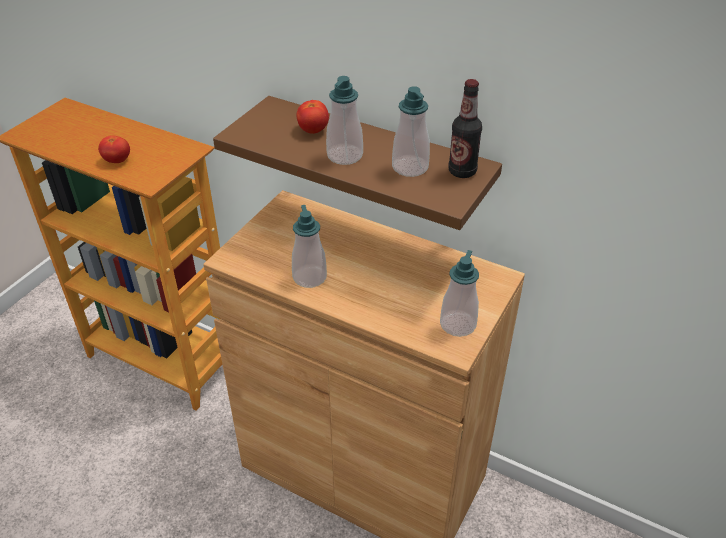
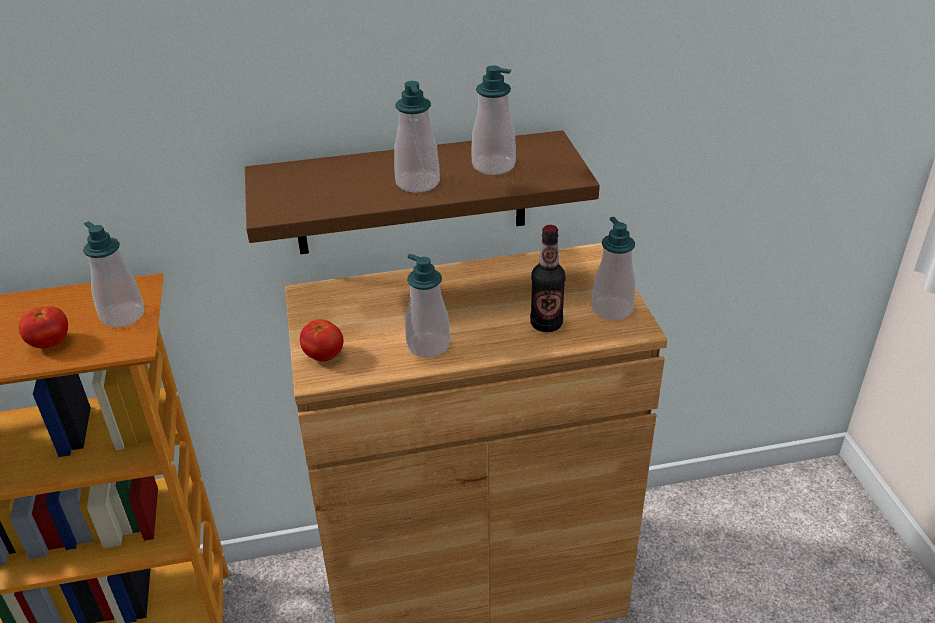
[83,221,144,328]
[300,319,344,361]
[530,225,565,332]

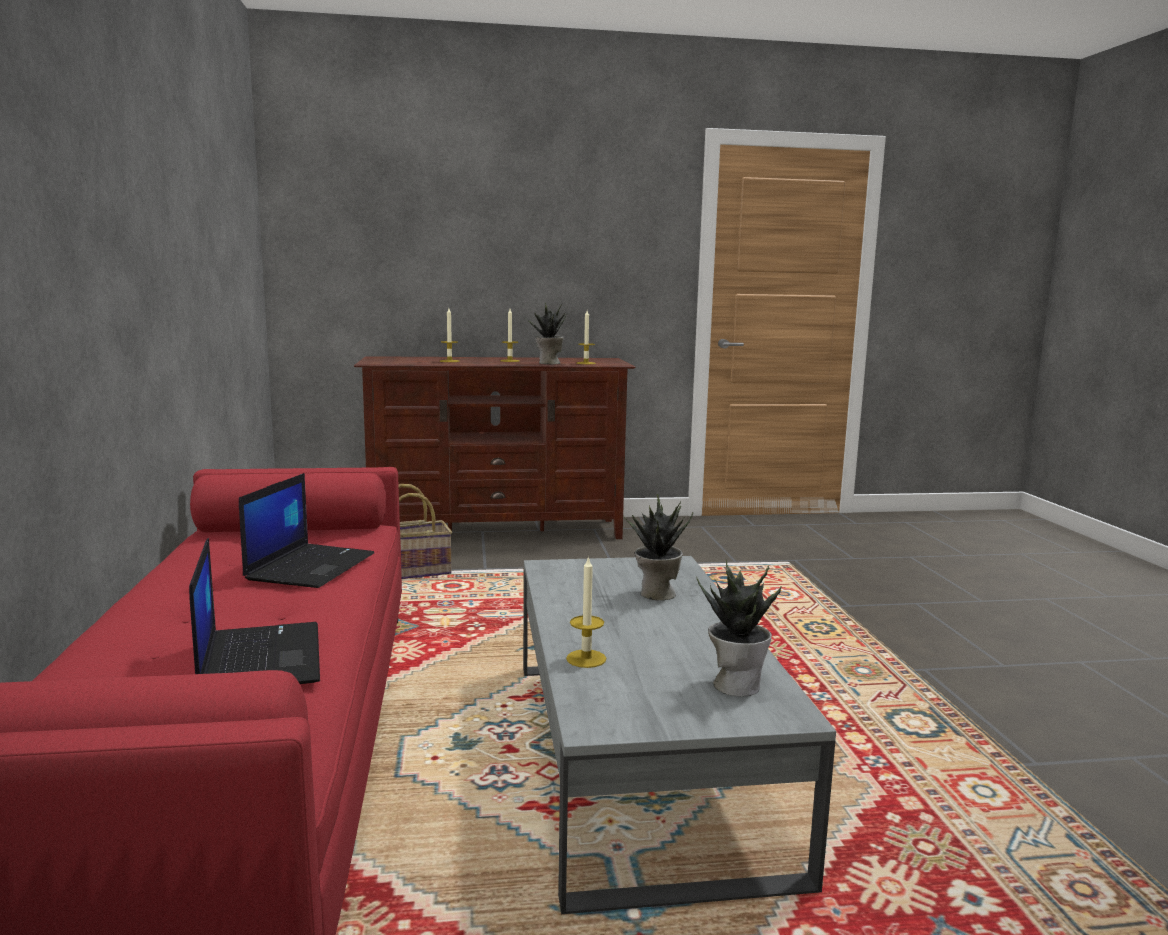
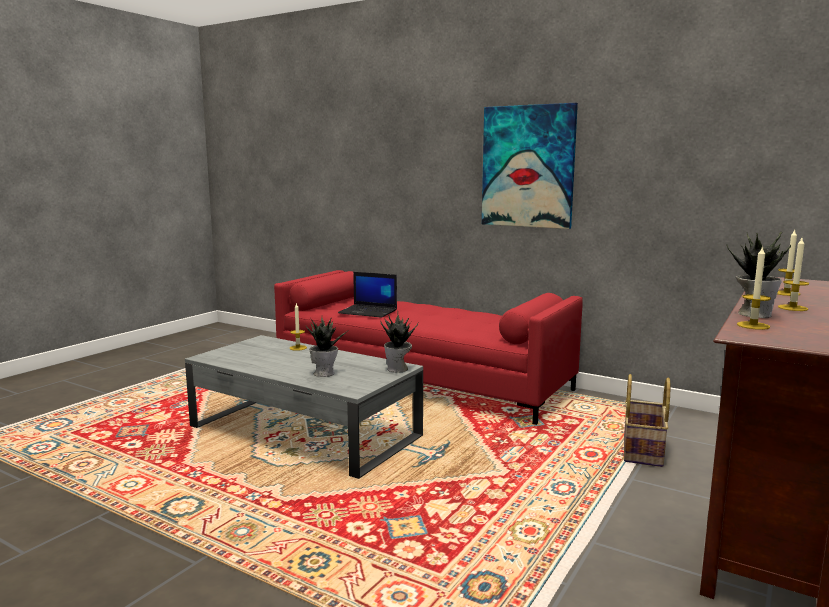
[239,473,374,588] (first image)
[482,103,578,229]
[380,314,419,373]

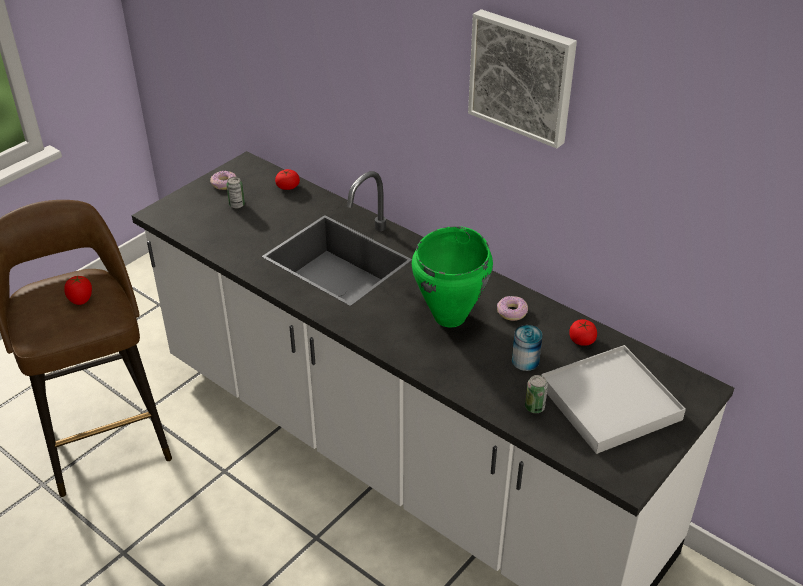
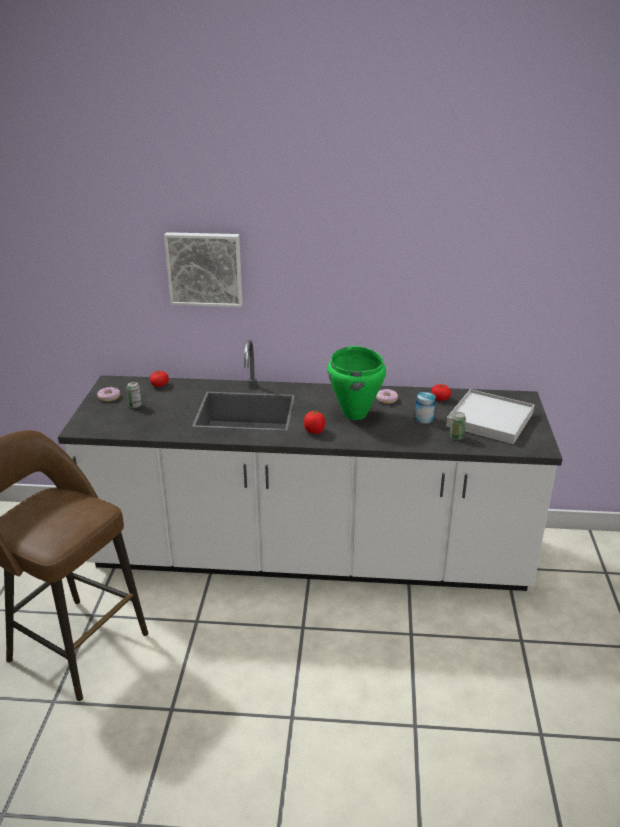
[304,411,325,434]
[164,232,243,307]

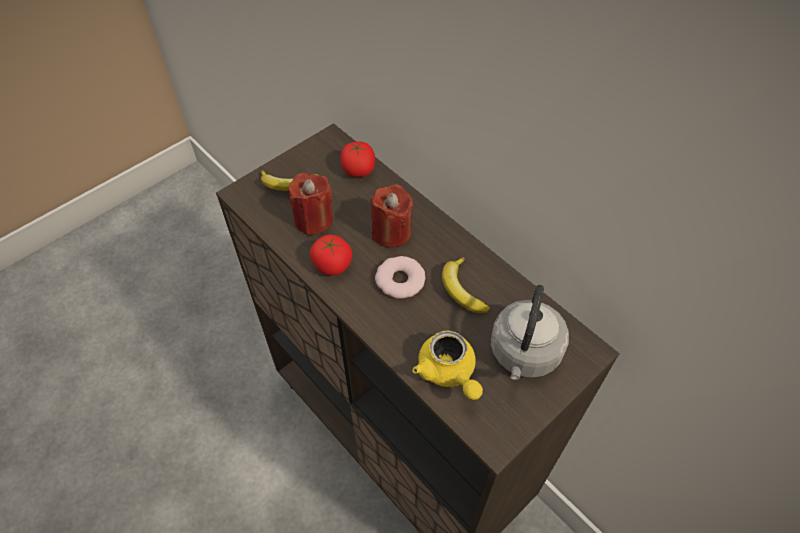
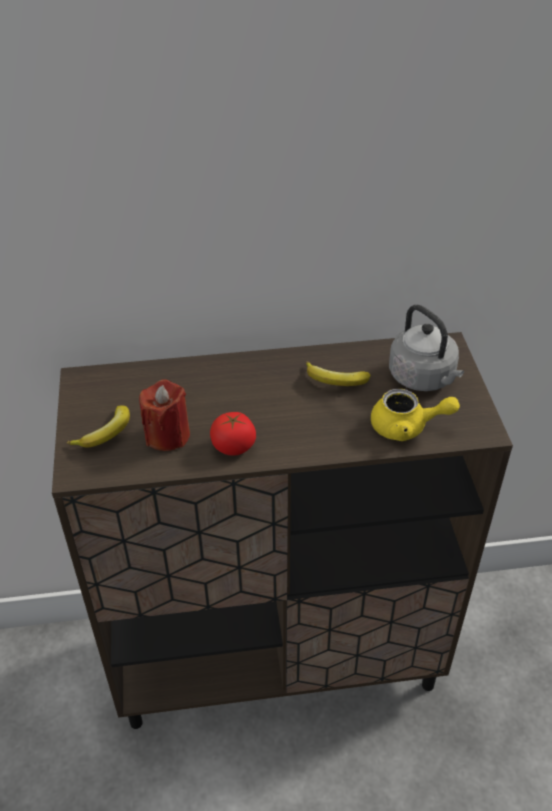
[340,141,375,177] (first image)
[371,184,413,248] (first image)
[375,256,425,299] (first image)

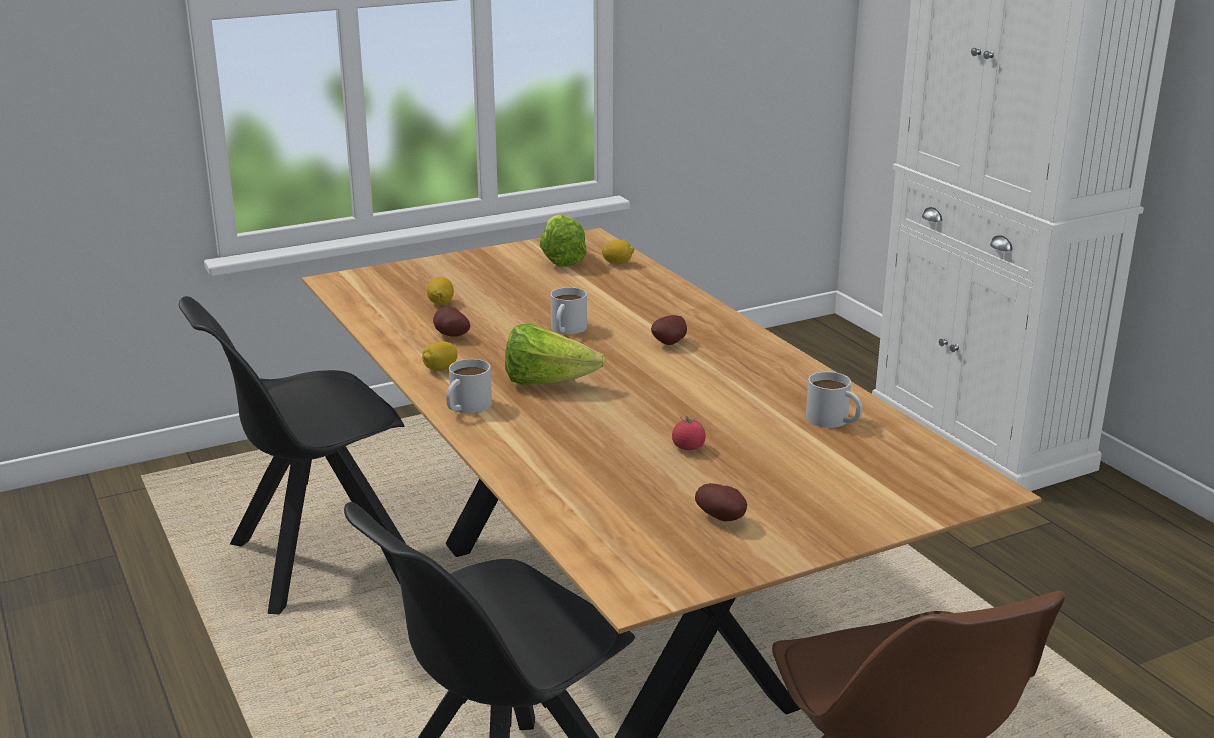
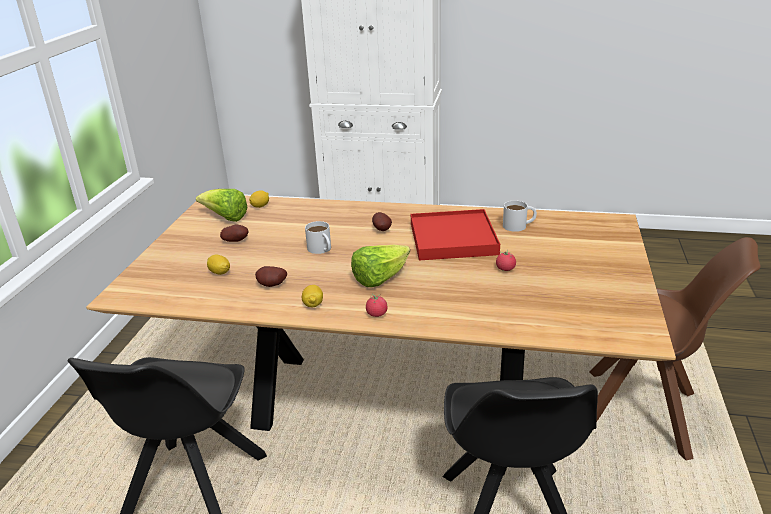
[411,209,500,260]
[220,224,248,242]
[366,293,388,317]

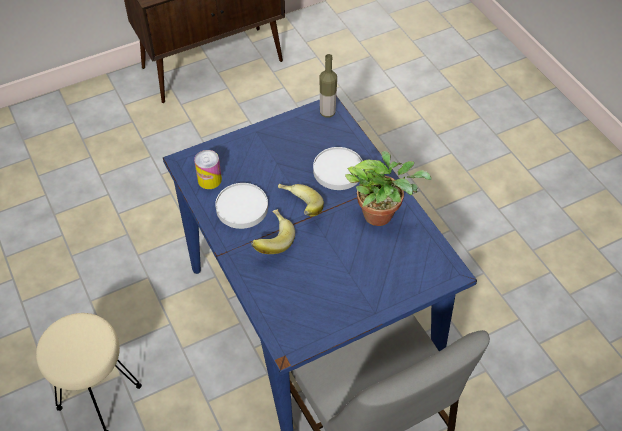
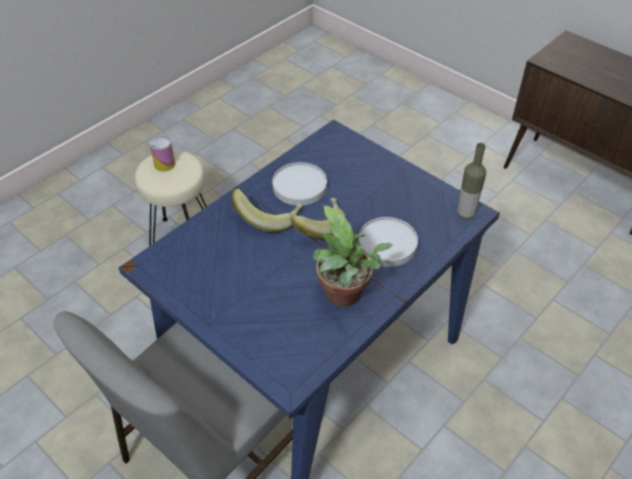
[150,136,175,171]

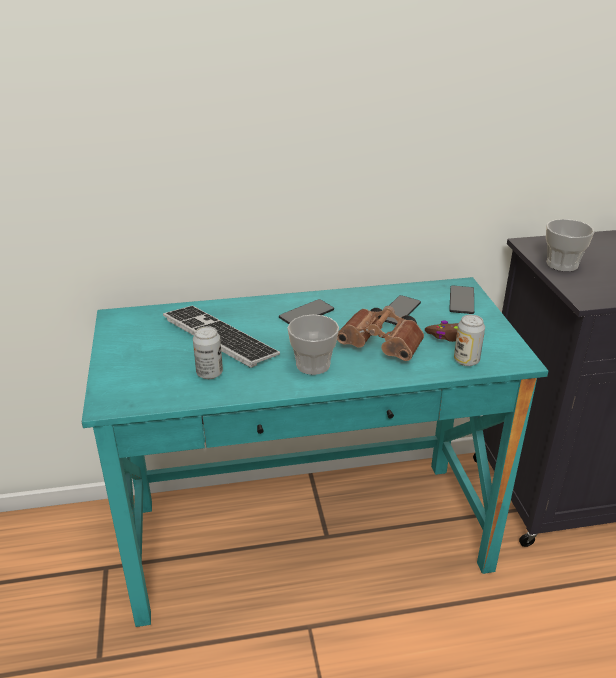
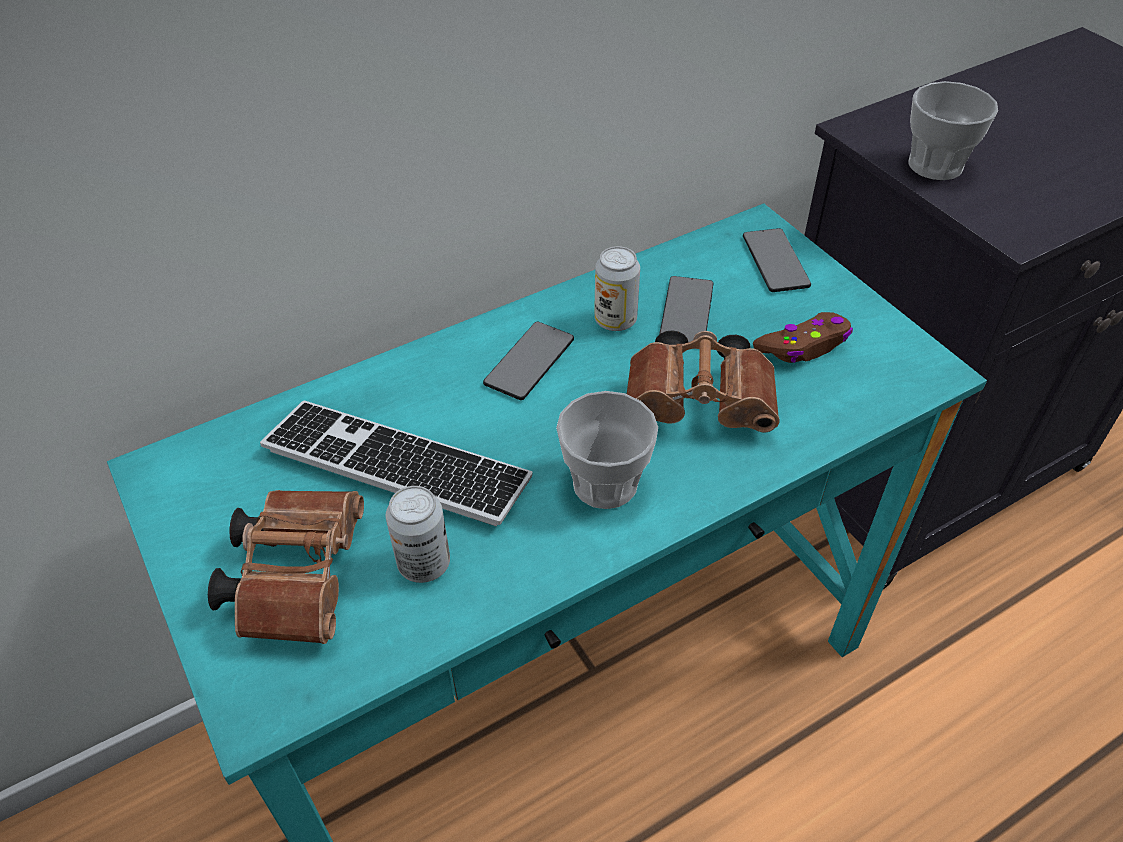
[208,490,364,644]
[594,246,640,331]

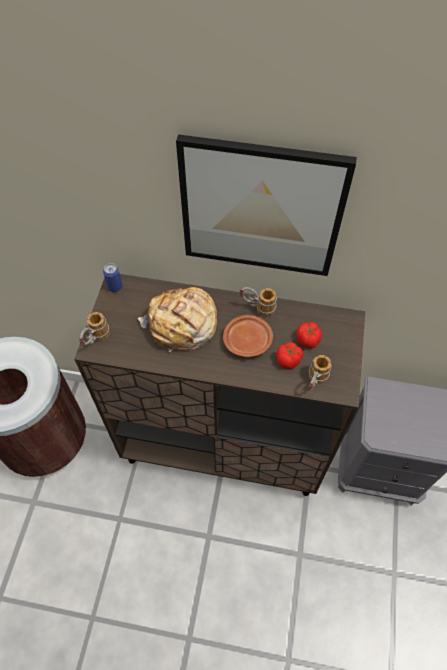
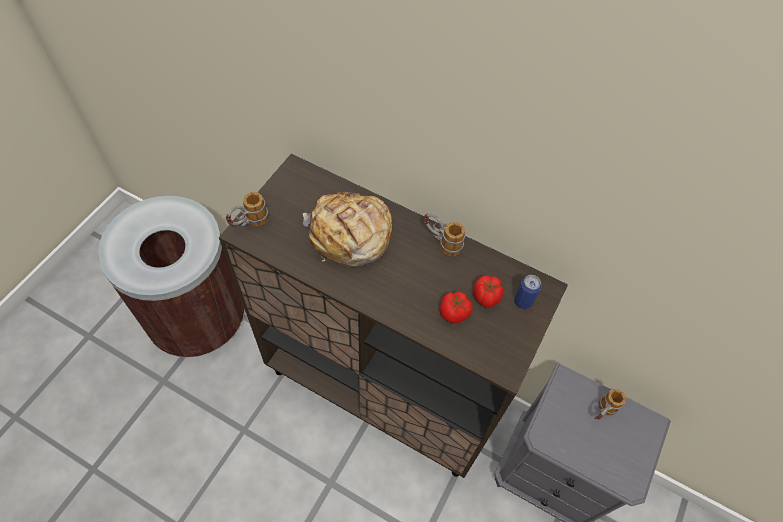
[176,134,357,276] (first image)
[223,315,273,357] (first image)
[514,275,541,309]
[594,389,626,420]

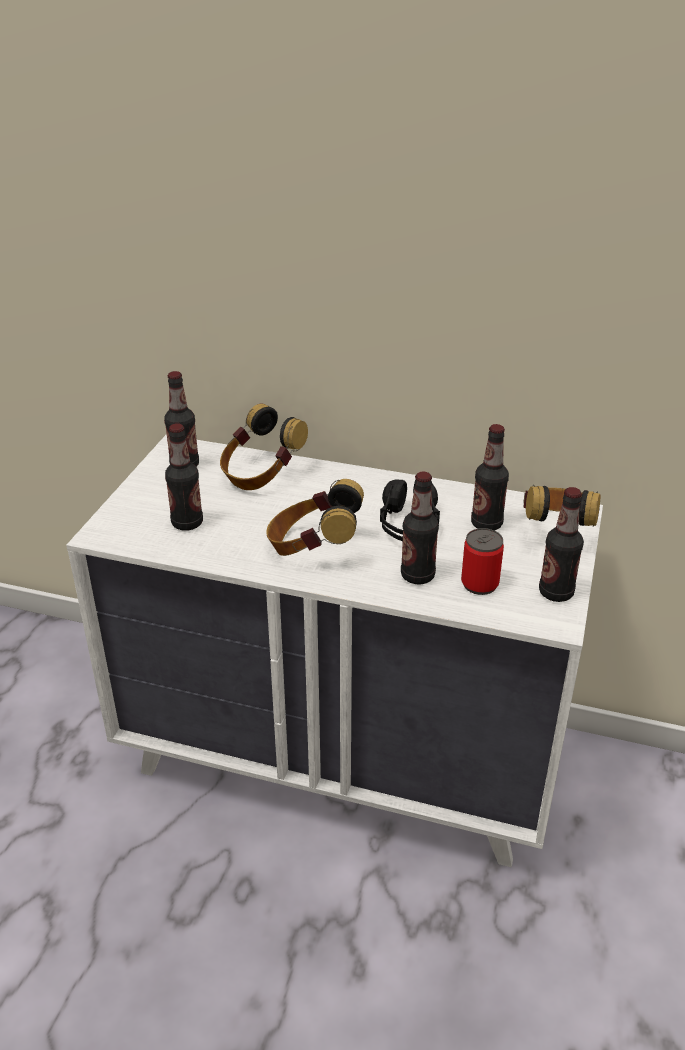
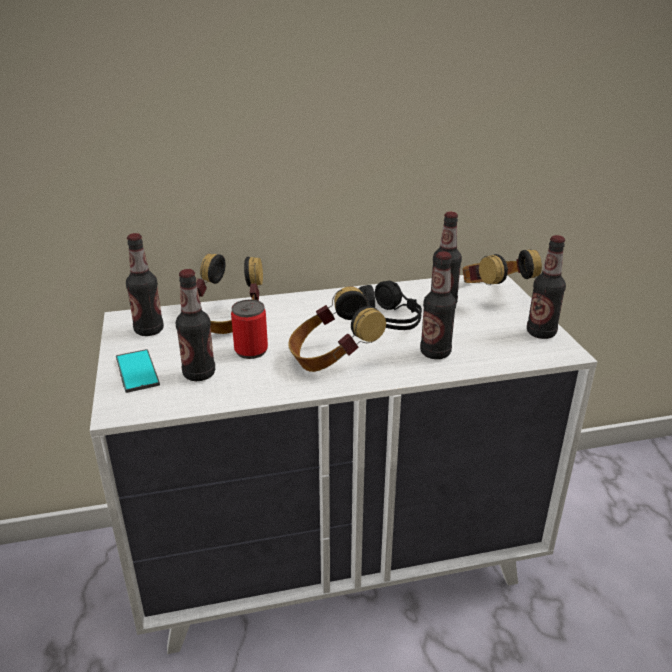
[116,349,160,393]
[231,300,268,359]

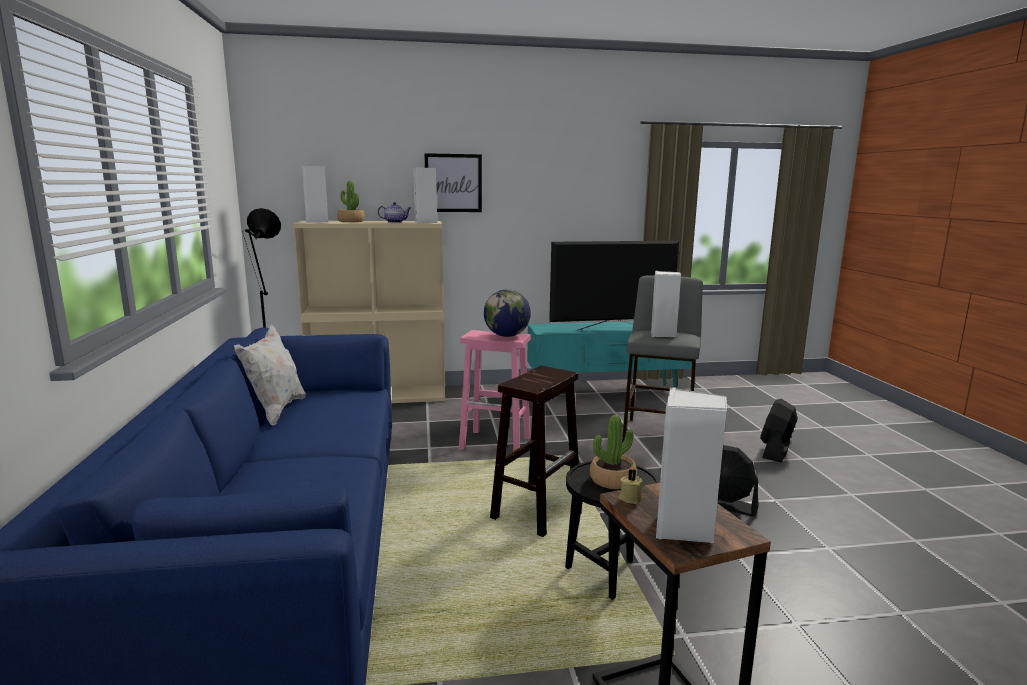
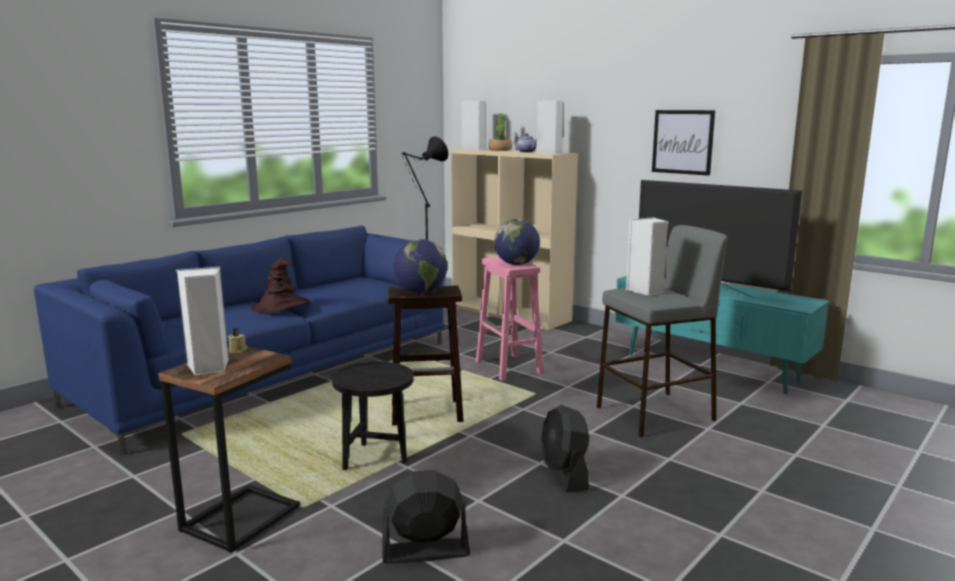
[234,324,306,426] (first image)
[590,415,637,489] (first image)
[250,258,311,313]
[394,239,447,293]
[652,110,715,176]
[382,470,471,564]

